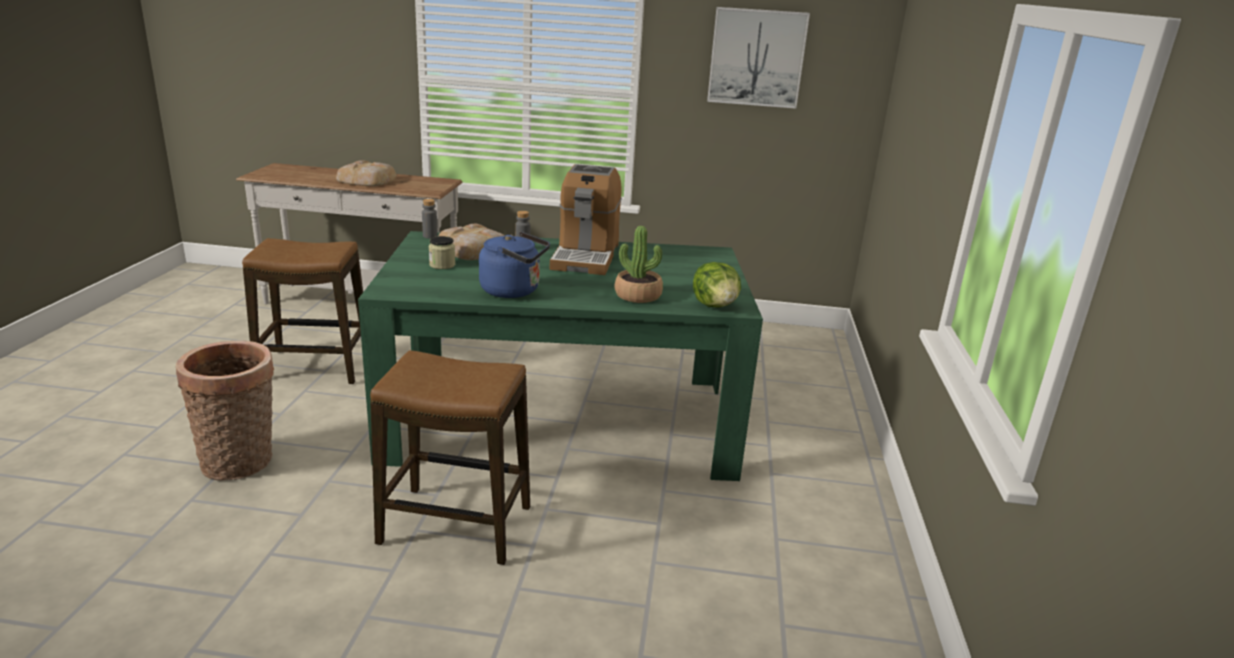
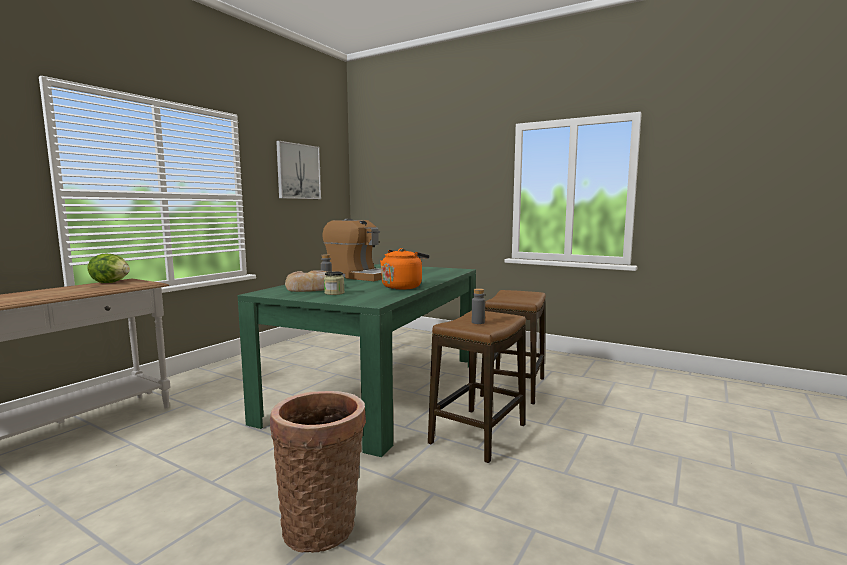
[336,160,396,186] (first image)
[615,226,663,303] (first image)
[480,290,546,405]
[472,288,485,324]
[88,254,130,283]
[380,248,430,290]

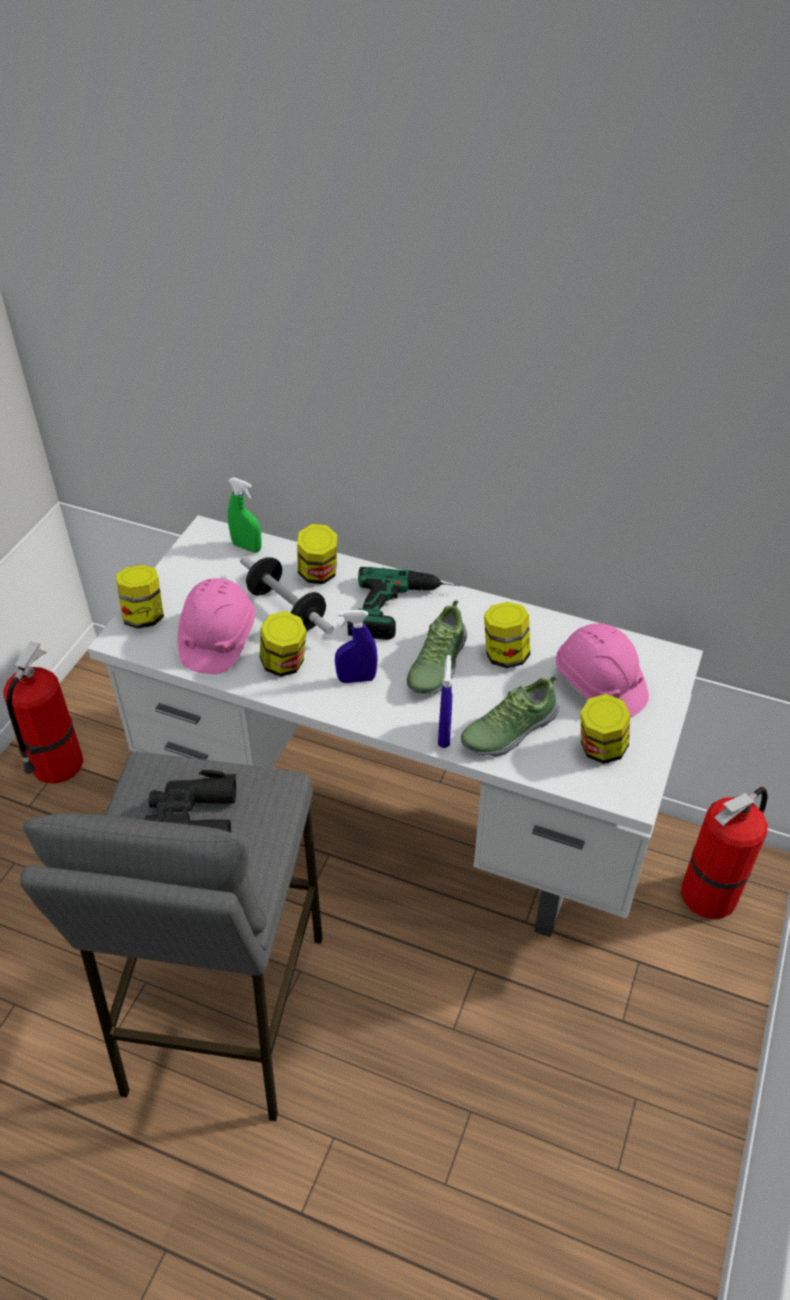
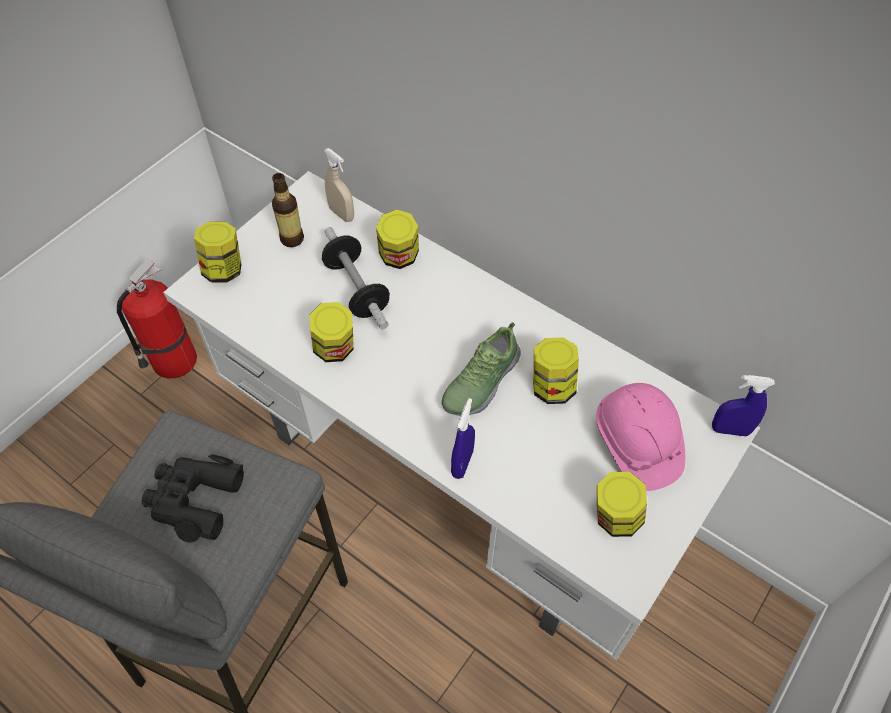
[177,578,256,674] (first image)
[347,567,461,640] (first image)
[461,676,559,757] (first image)
[681,787,768,919] (first image)
[272,173,304,247]
[712,375,775,436]
[324,148,354,222]

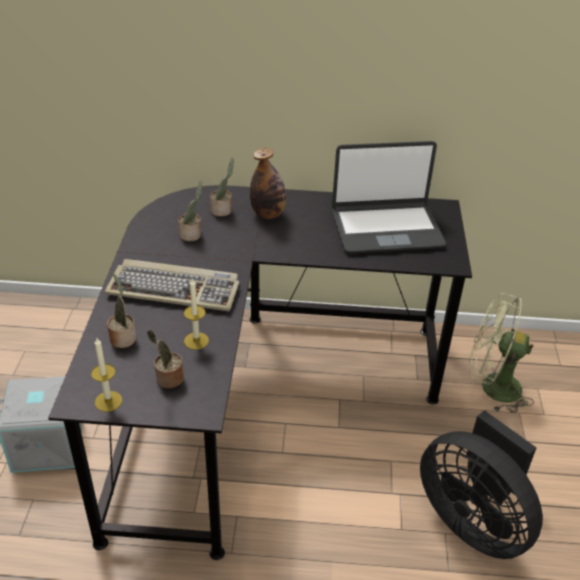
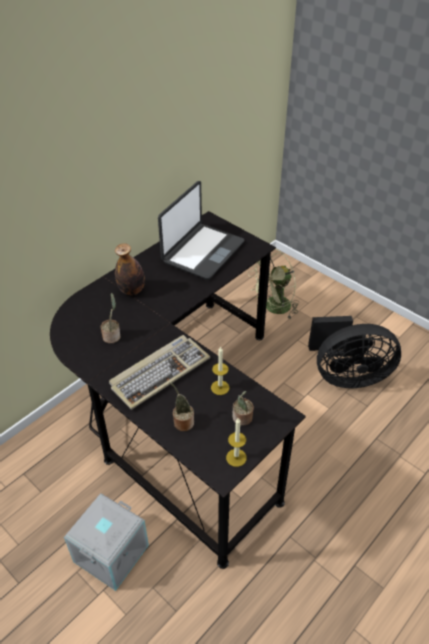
[210,158,234,217] (first image)

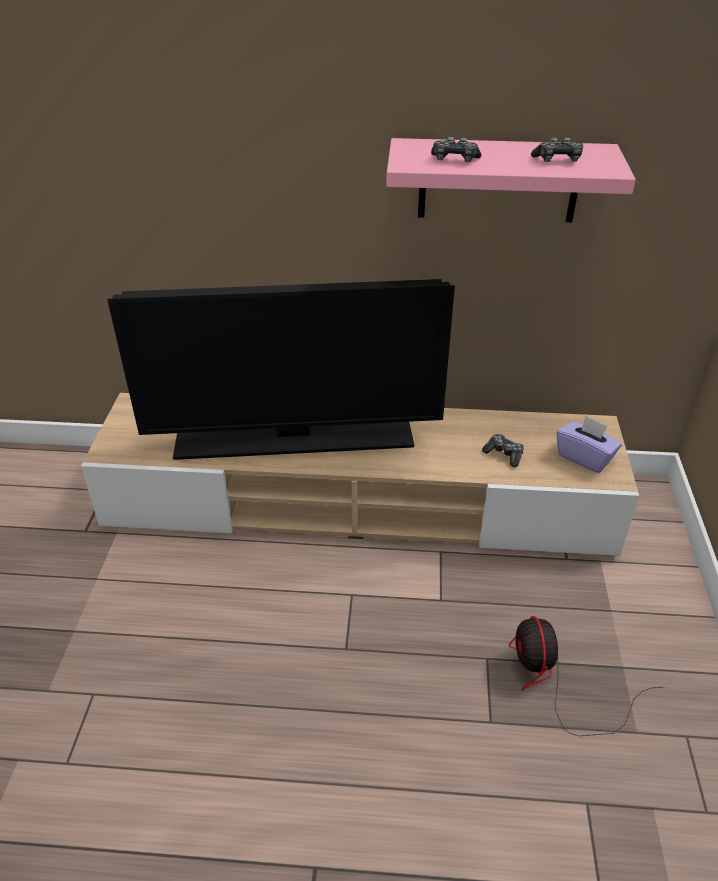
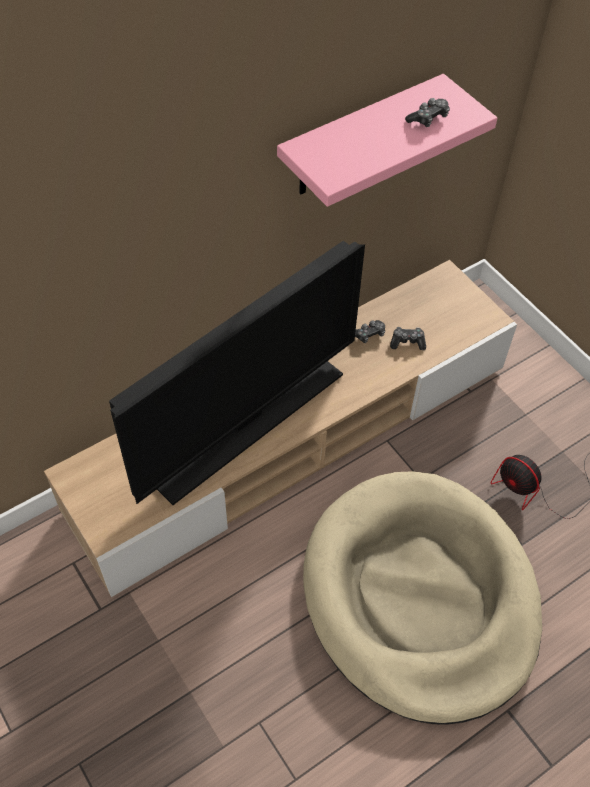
[557,415,622,473] (first image)
[303,471,542,725]
[355,320,385,343]

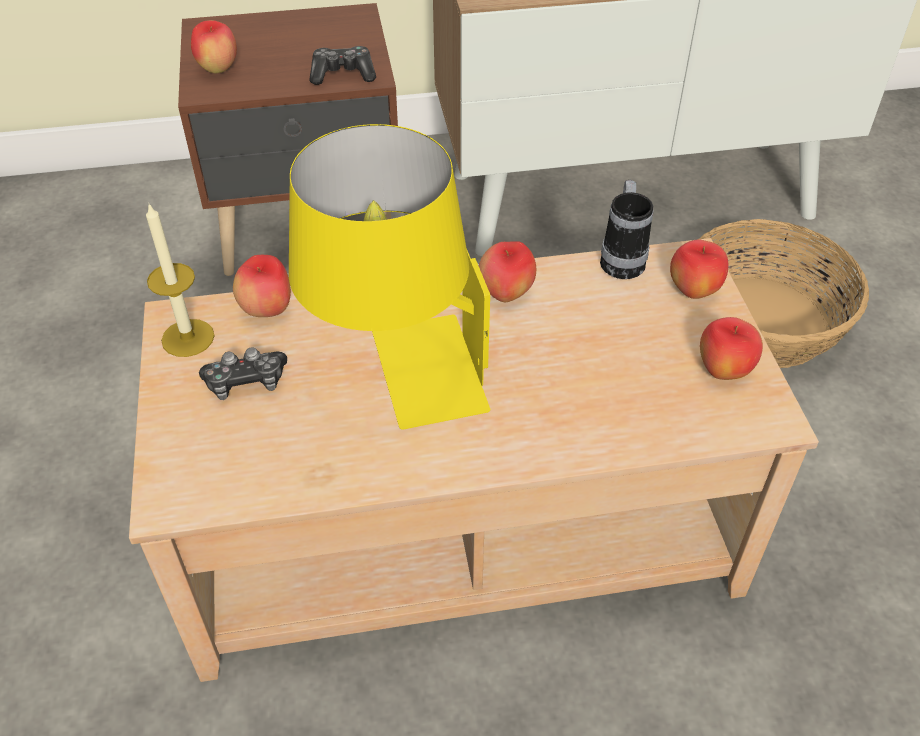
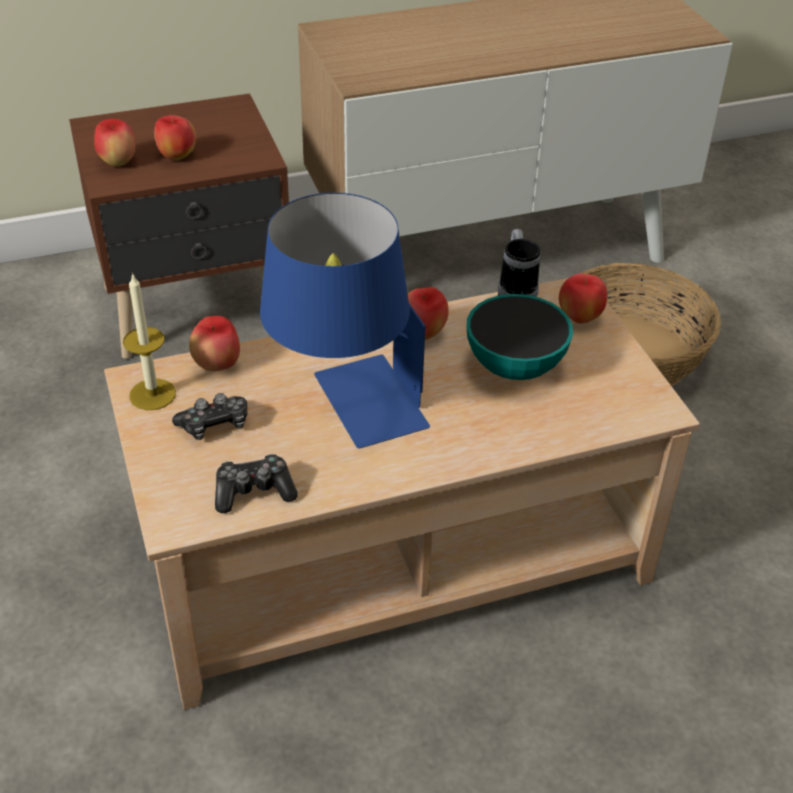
[466,294,573,380]
[215,454,298,513]
[154,115,196,161]
[260,193,430,449]

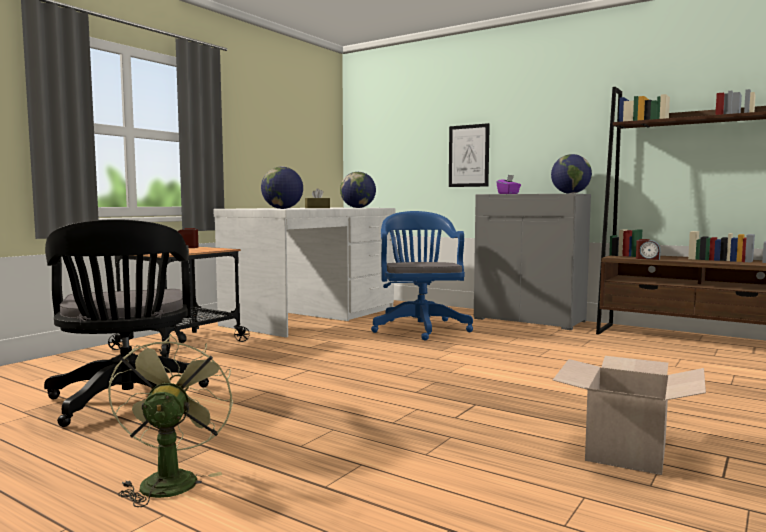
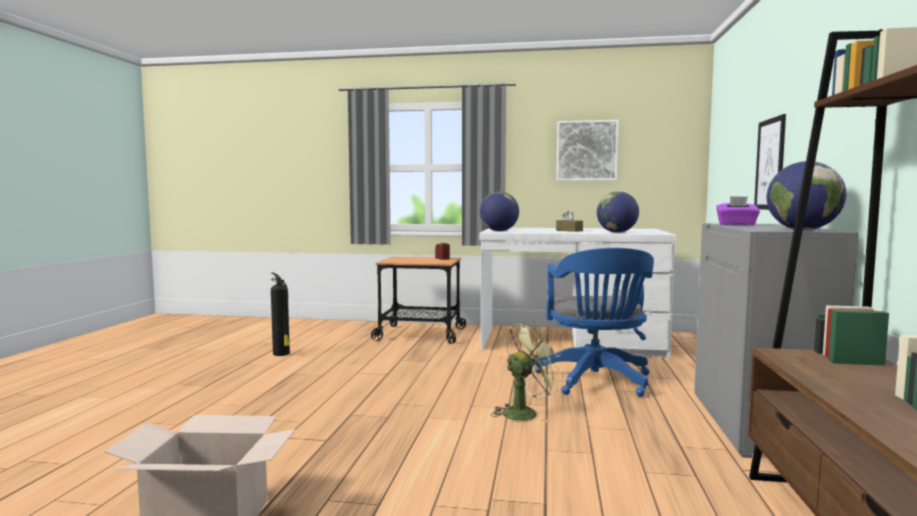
[636,239,661,260] (first image)
[556,120,619,181]
[490,321,564,422]
[271,273,290,356]
[534,248,654,397]

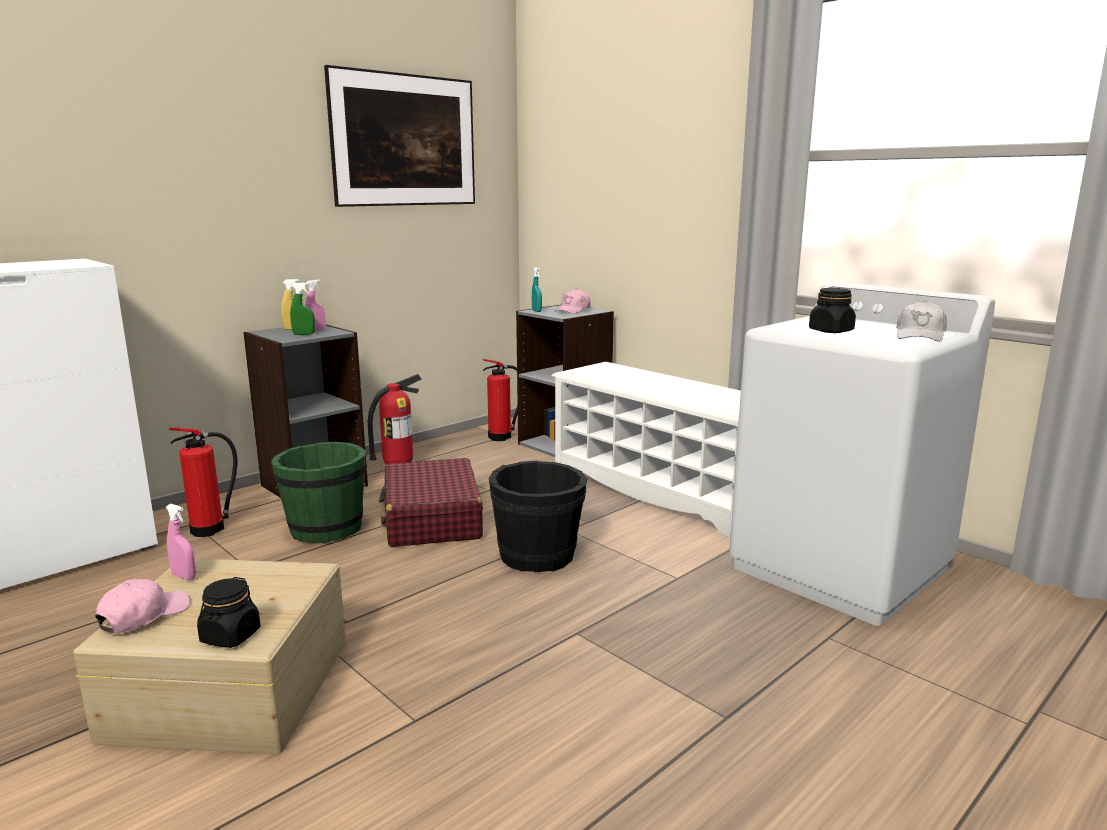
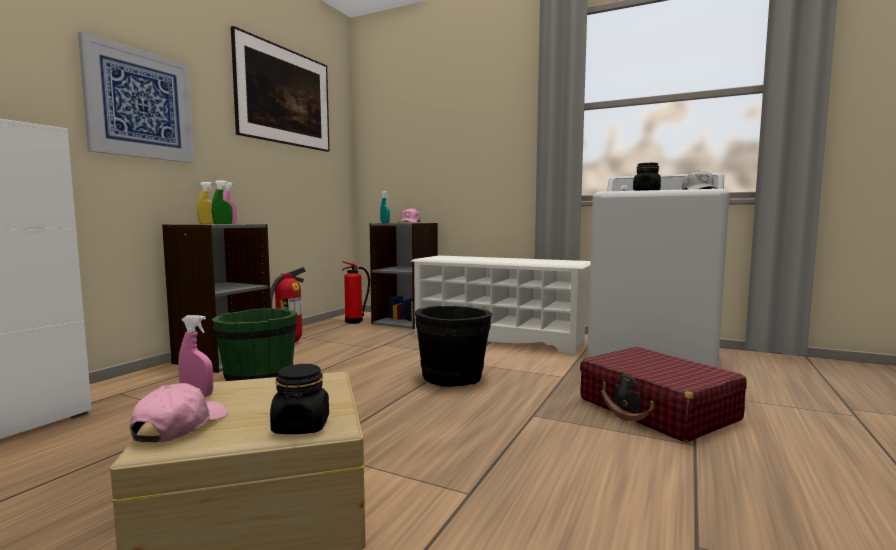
[169,427,238,537] (first image)
[78,31,194,163]
[580,347,747,442]

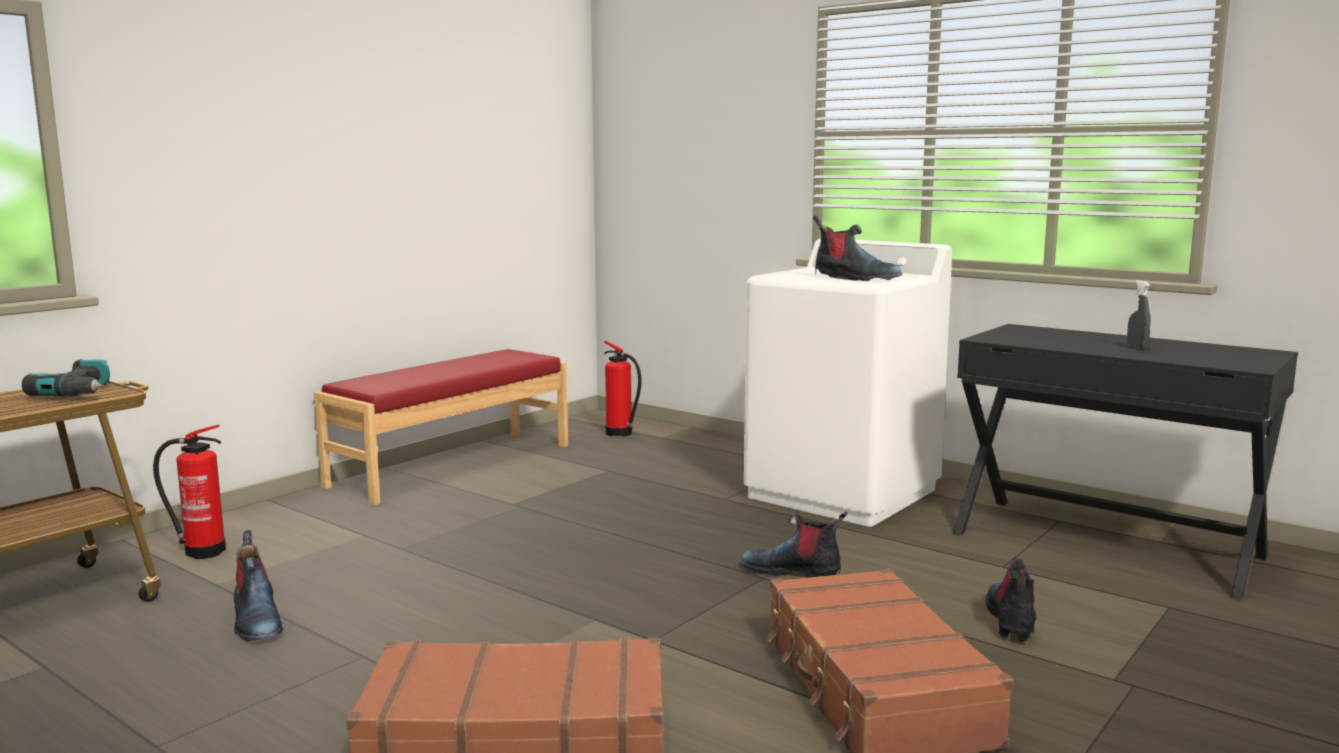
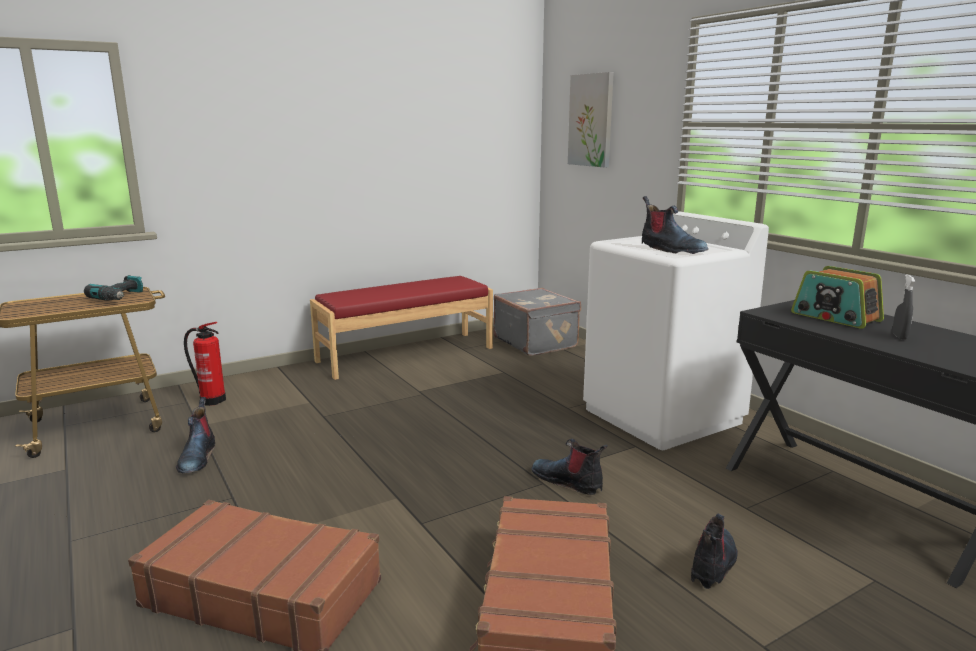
[568,72,614,167]
[791,266,884,329]
[493,288,581,356]

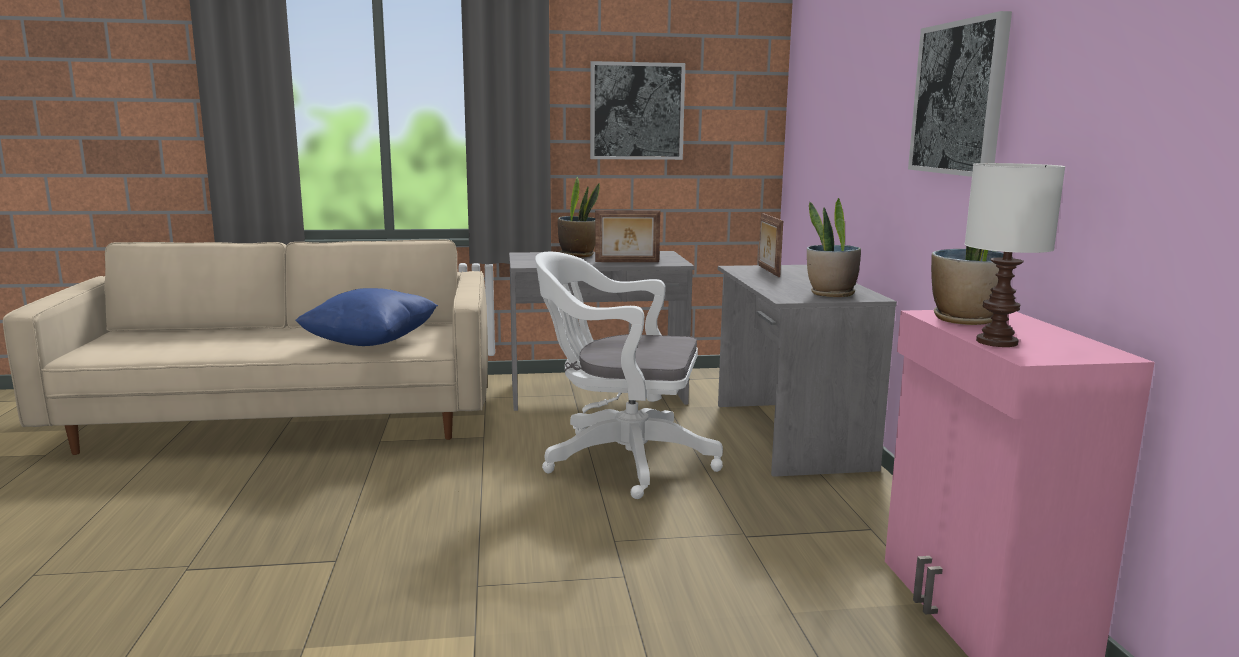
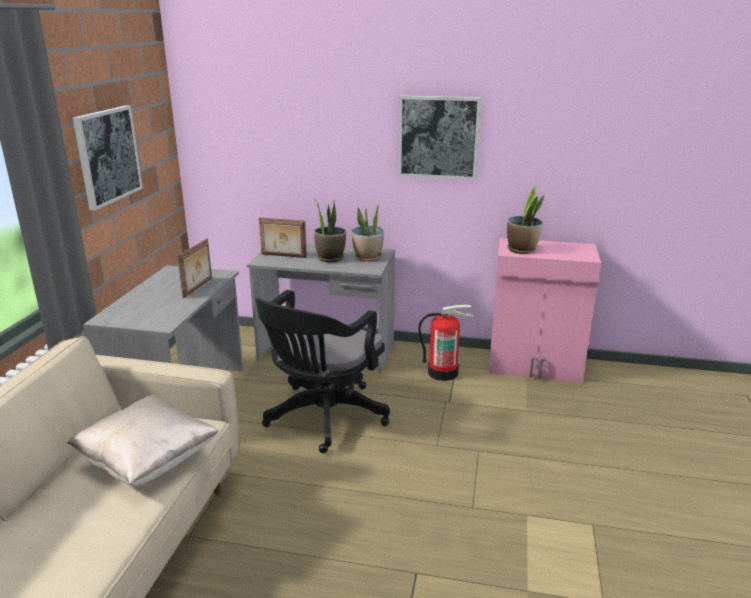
[965,163,1066,347] (first image)
[418,304,474,381]
[314,201,346,263]
[67,395,218,486]
[255,290,390,453]

